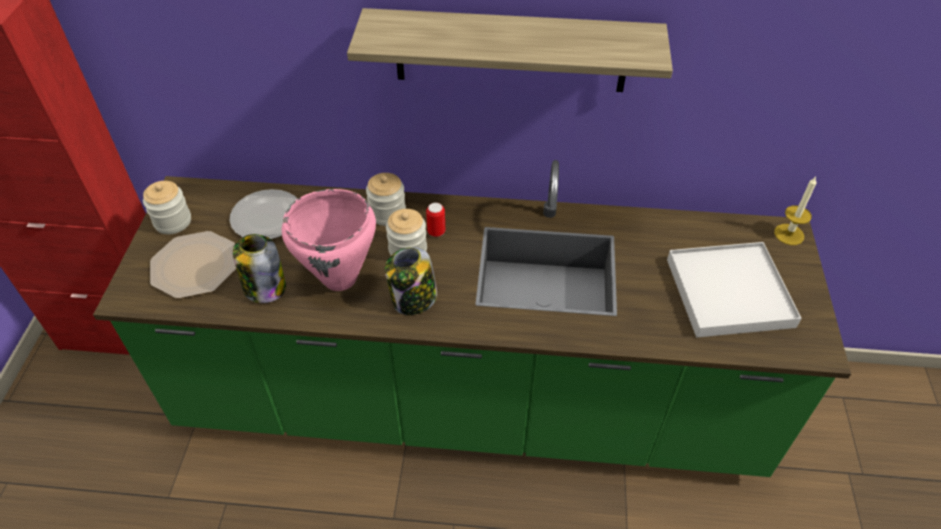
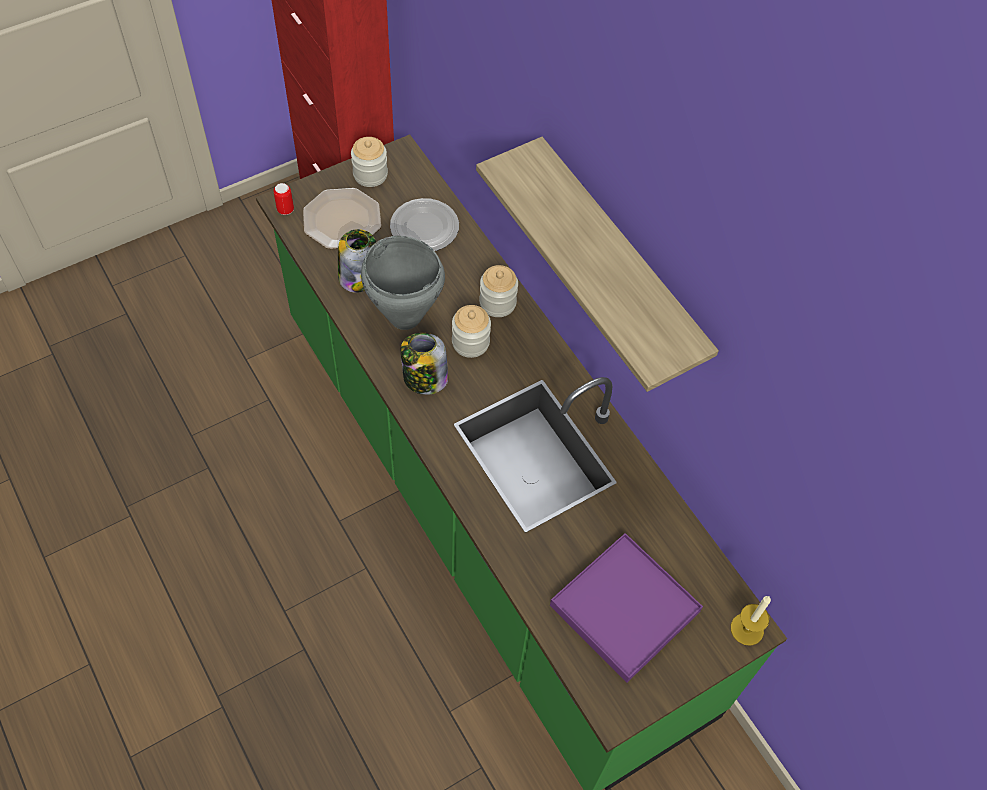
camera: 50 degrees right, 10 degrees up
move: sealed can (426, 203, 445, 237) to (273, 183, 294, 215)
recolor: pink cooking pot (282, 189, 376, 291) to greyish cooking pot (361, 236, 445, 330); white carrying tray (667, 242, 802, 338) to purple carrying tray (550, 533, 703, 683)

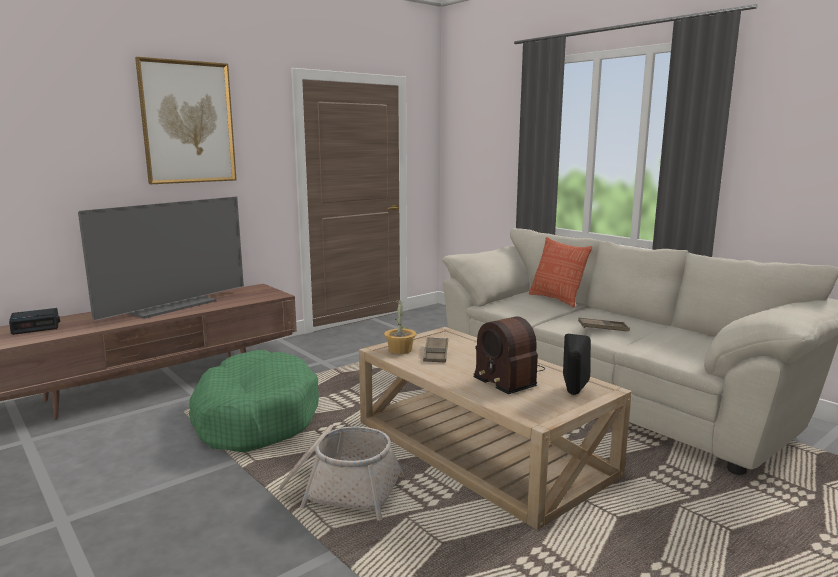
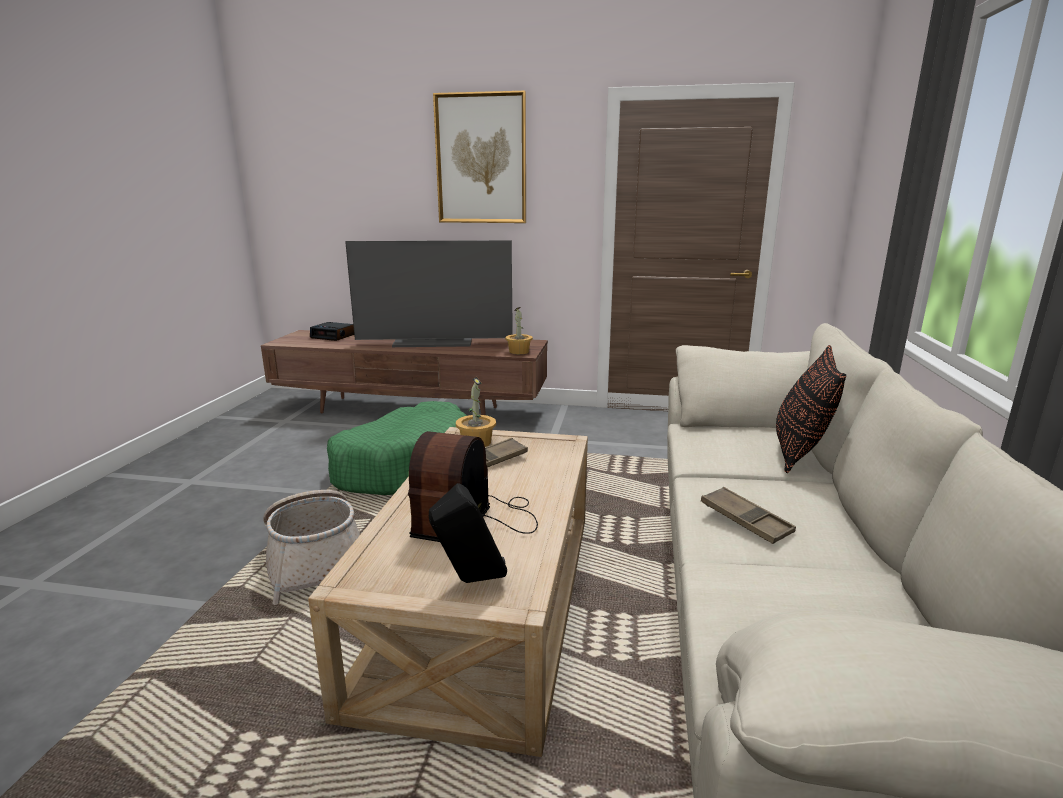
camera: 50 degrees right, 5 degrees up
insert: potted plant (505, 307, 533, 354)
recolor: orangey throw pillow (529, 237, 592, 308) to black throw pillow (776, 345, 846, 473)

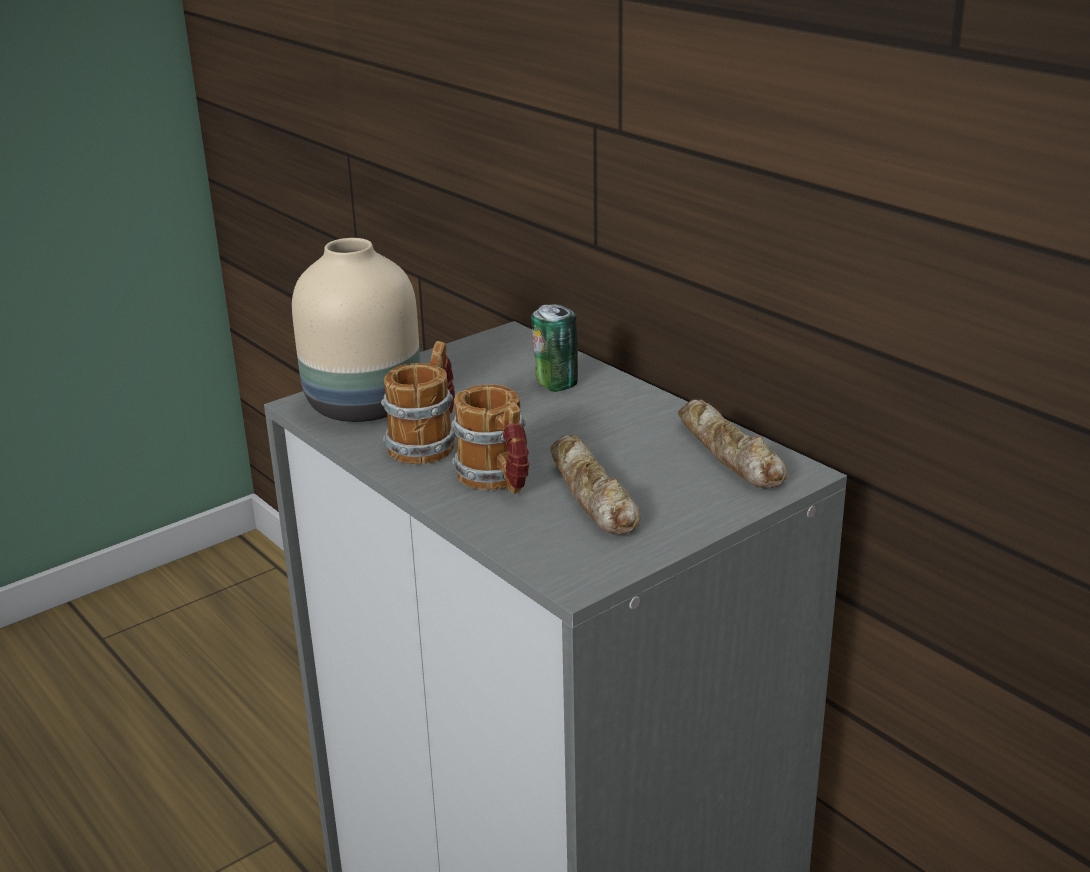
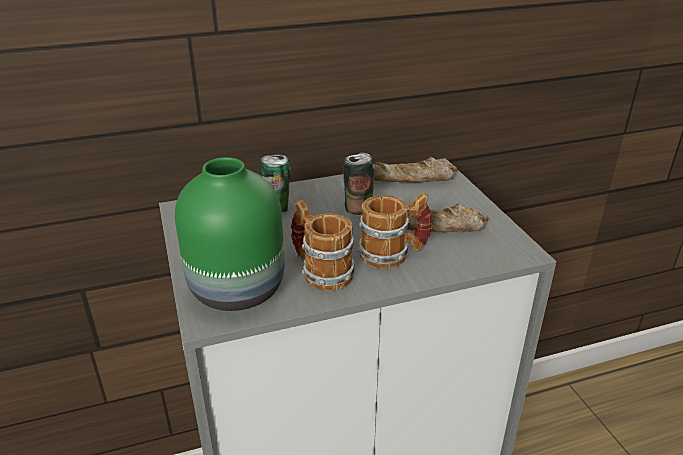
camera: 70 degrees left, 5 degrees up
insert: sealed can (343, 153, 374, 215)
recolor: beige vase (292, 238, 420, 422) to green vase (175, 157, 284, 311)

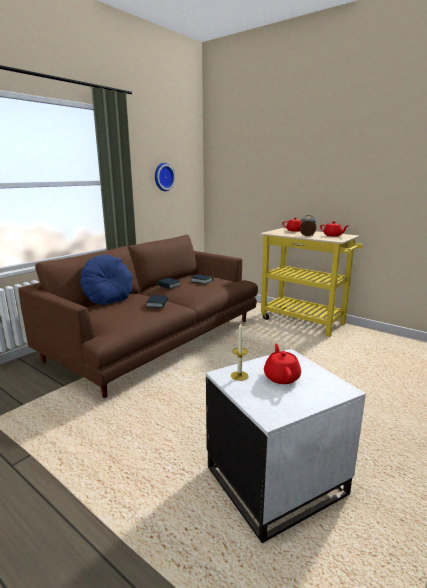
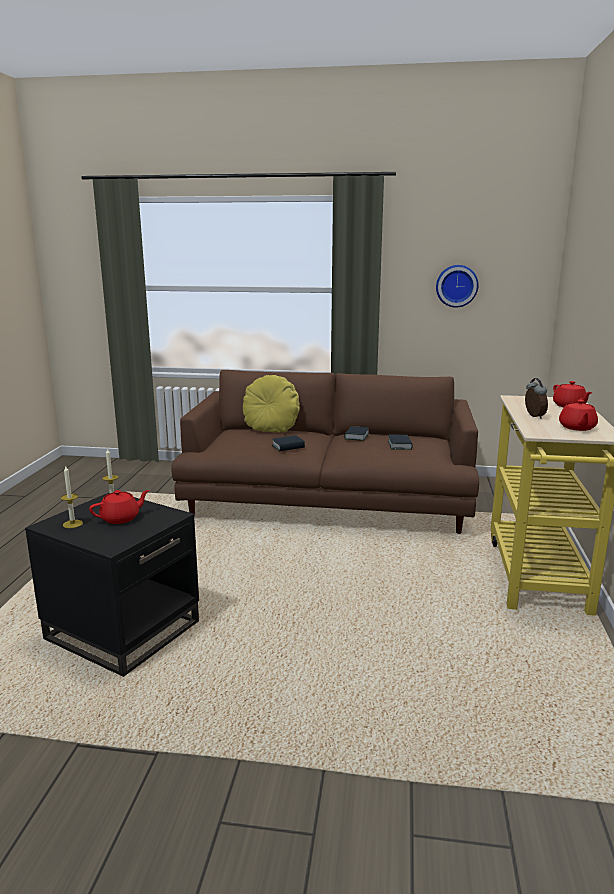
camera: 60 degrees right, 0 degrees up
insert: wax light (61, 465, 83, 528)
recolor: bluish throw pillow (80, 255, 133, 305) to yellow-coloured throw pillow (243, 375, 300, 433); white accent table (206, 349, 366, 543) to black accent table (25, 492, 199, 677)

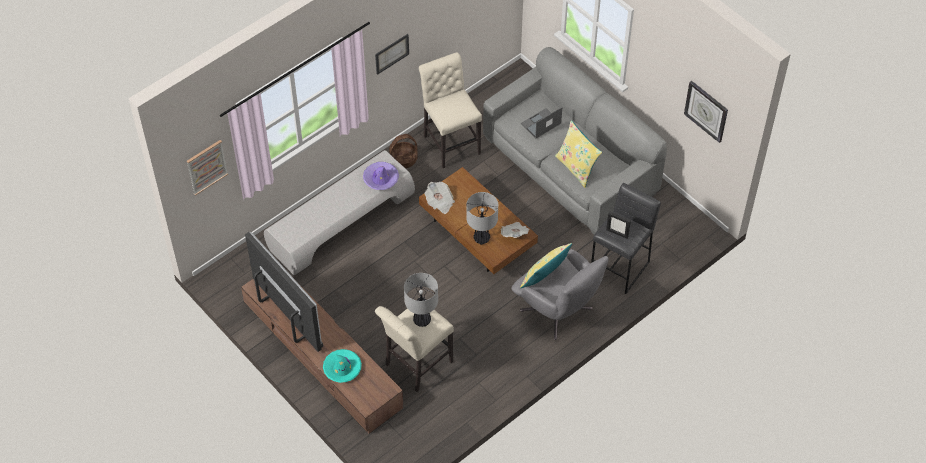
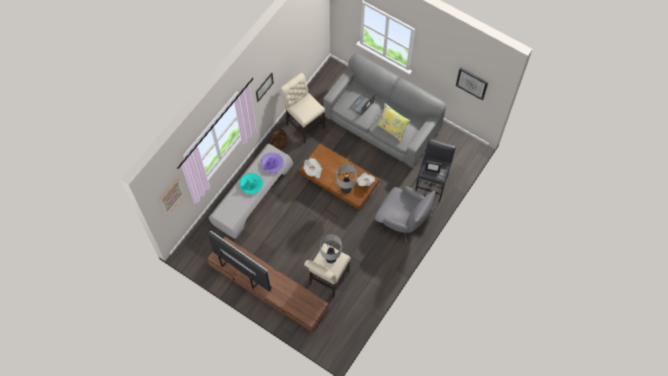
camera: 15 degrees left, 10 degrees up
delete: yellow-coloured throw pillow (520, 243, 572, 288)
move: turquoise clothing hat (323, 349, 362, 383) to (240, 173, 263, 194)

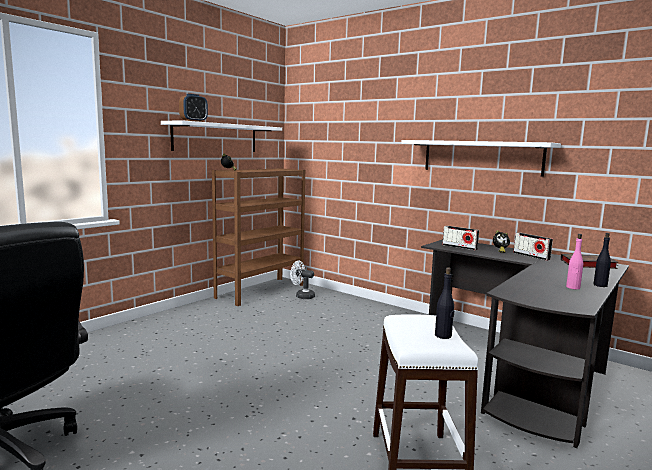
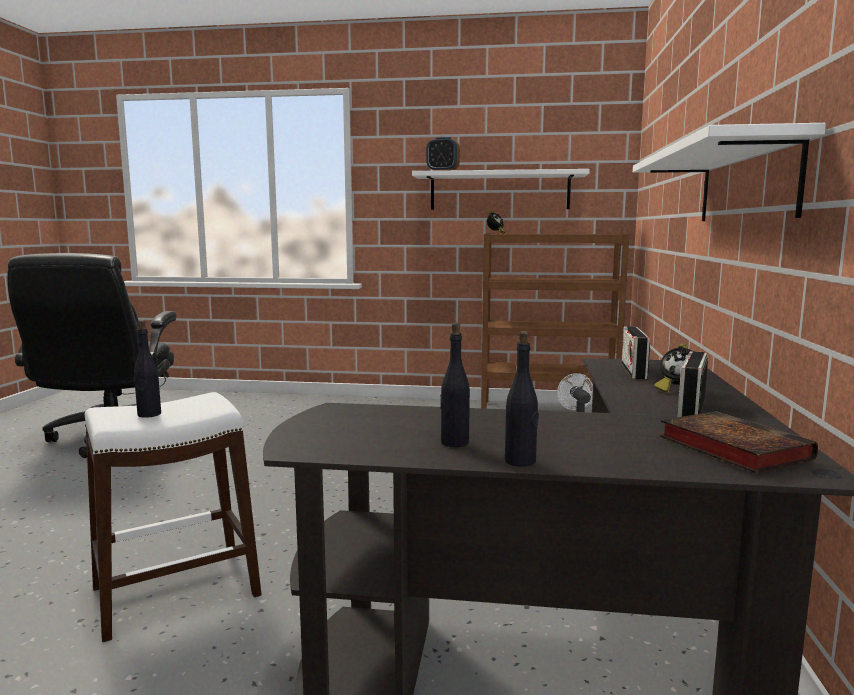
camera: 60 degrees right, 0 degrees up
recolor: pink beverage bottle (566, 234, 583, 289) to black beverage bottle (440, 323, 470, 447)

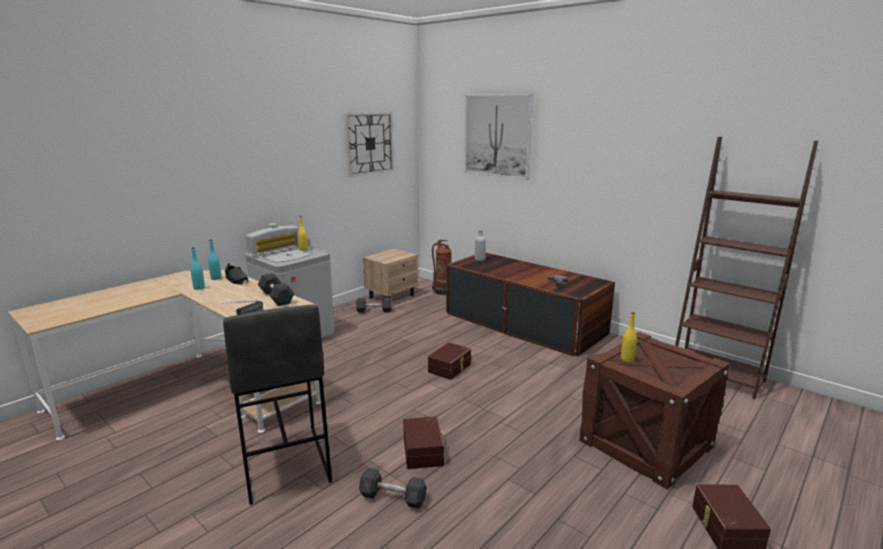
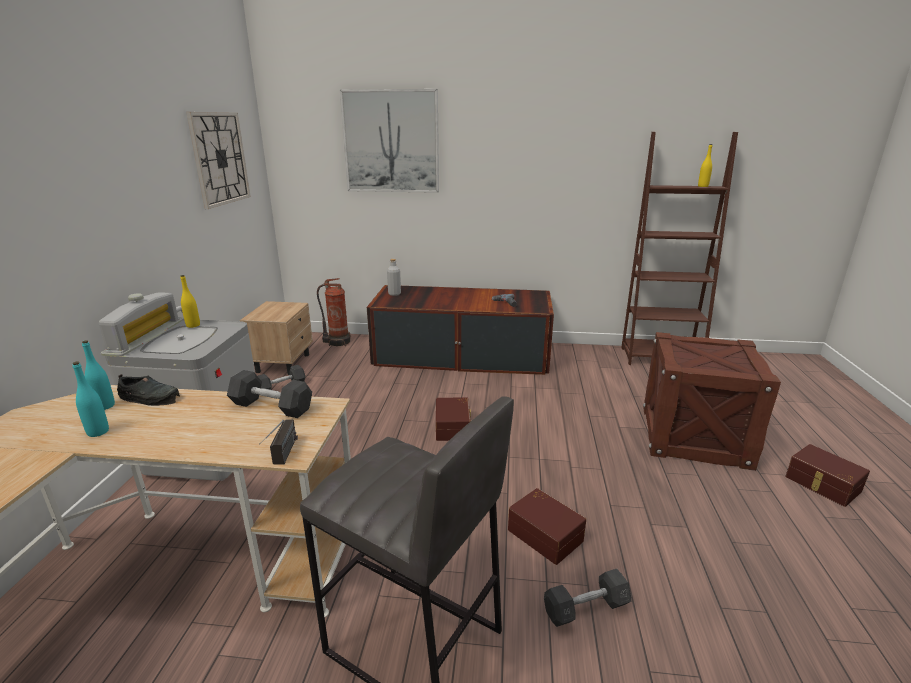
camera: 35 degrees left, 5 degrees up
move: yellow-coloured beverage bottle (621, 312, 637, 362) to (698, 144, 712, 187)

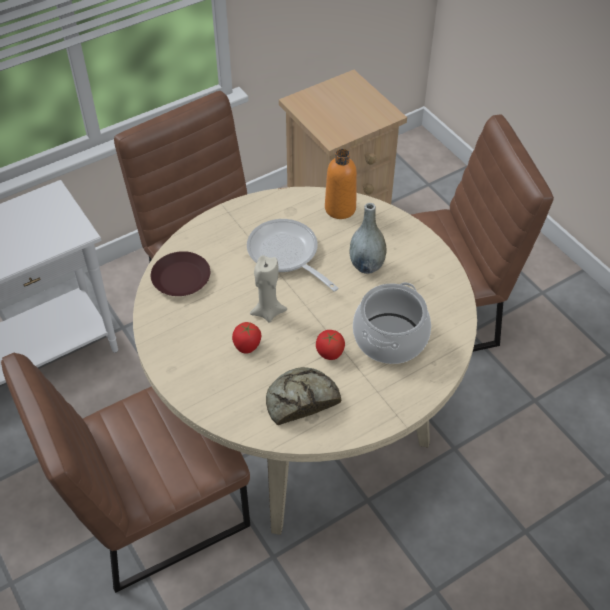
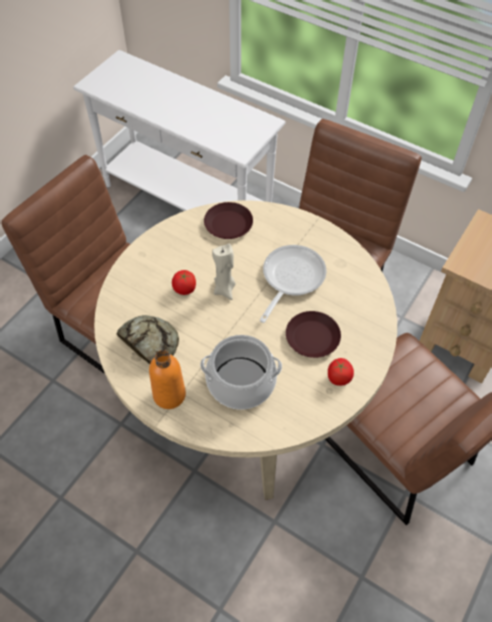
camera: 65 degrees right, 5 degrees up
move: whole tomato (316, 330, 345, 360) to (328, 358, 354, 386); orangey beverage bottle (325, 149, 357, 219) to (149, 350, 186, 409)
replace: greyish vase (350, 203, 387, 274) to brown plate (286, 311, 341, 358)

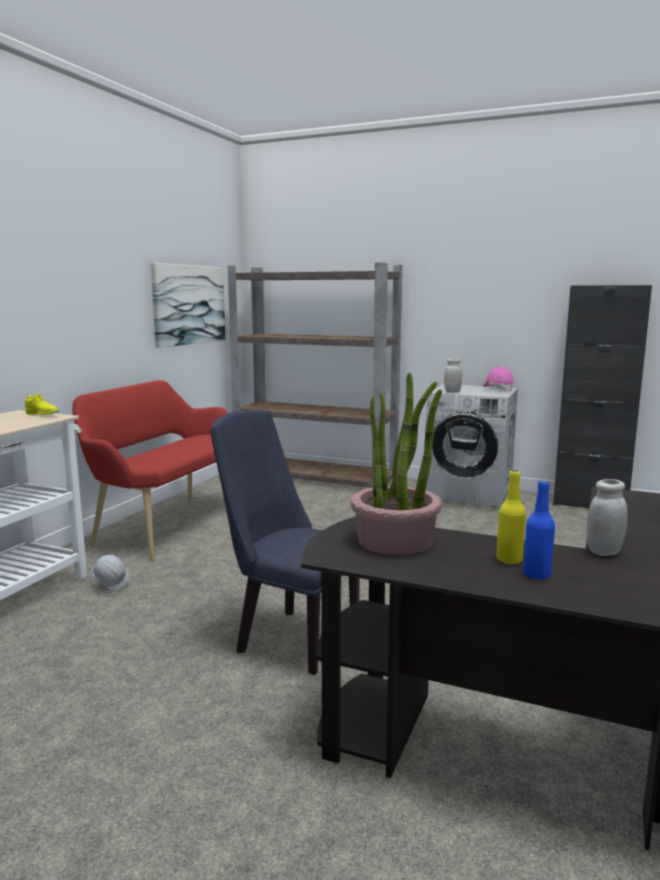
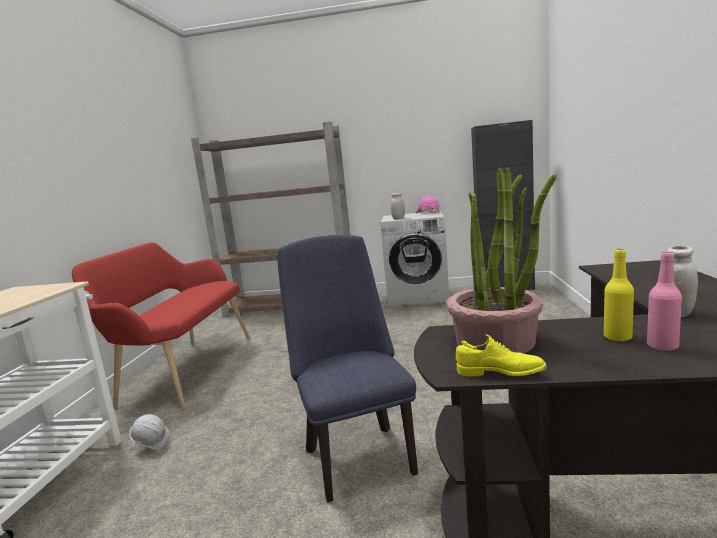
camera: 15 degrees left, 0 degrees up
delete: picture (151, 263, 225, 348)
move: yellow-coloured shoe (25, 392, 59, 415) to (456, 334, 547, 377)
recolor: bluish beverage bottle (523, 481, 555, 580) to pink beverage bottle (647, 252, 682, 351)
rotate: bluish upright chair (211, 410, 360, 675) = (277, 235, 418, 502) 60 degrees clockwise

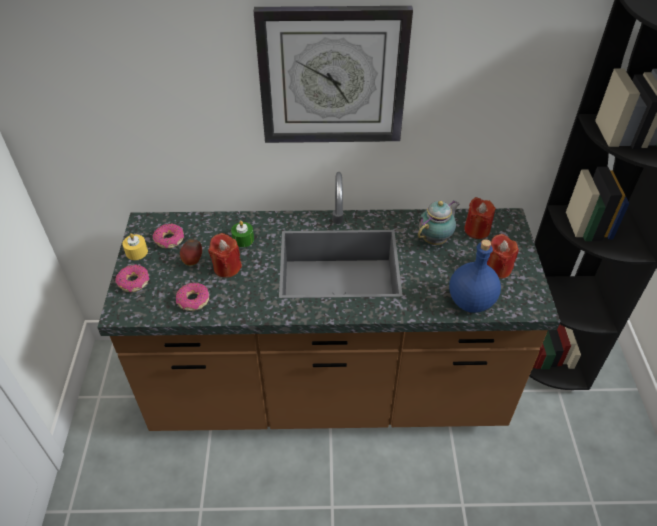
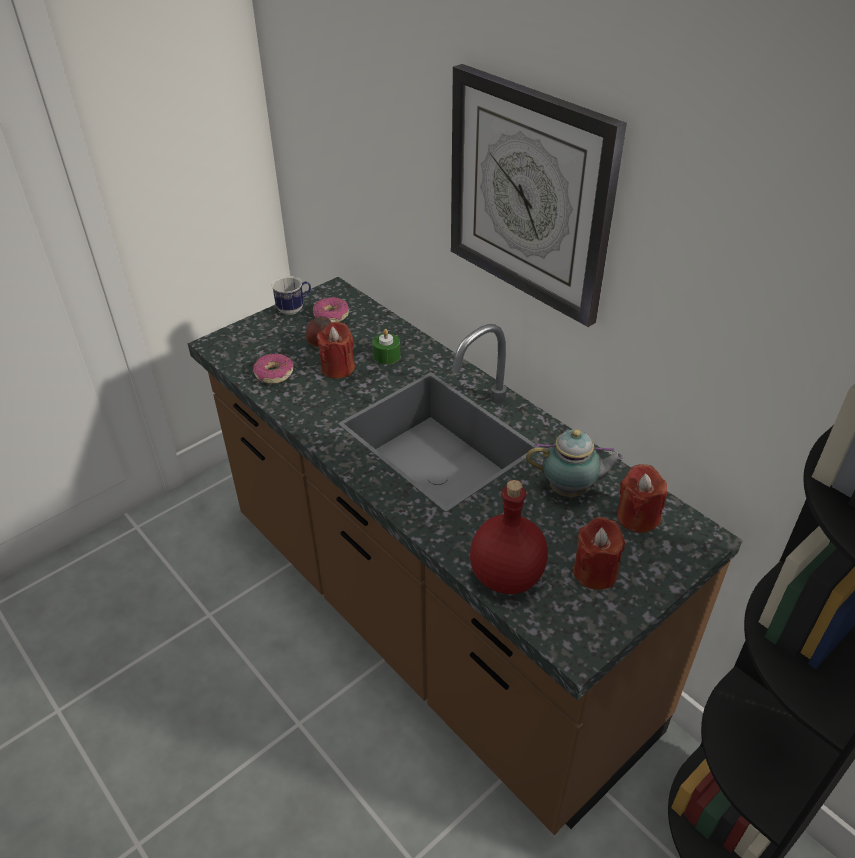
camera: 50 degrees right, 5 degrees down
delete: donut (116, 264, 149, 292)
replace: yellow-coloured wax light (123, 233, 148, 260) to mug (271, 276, 311, 315)
recolor: bluish beverage bottle (449, 239, 501, 313) to reddish beverage bottle (470, 480, 548, 594)

